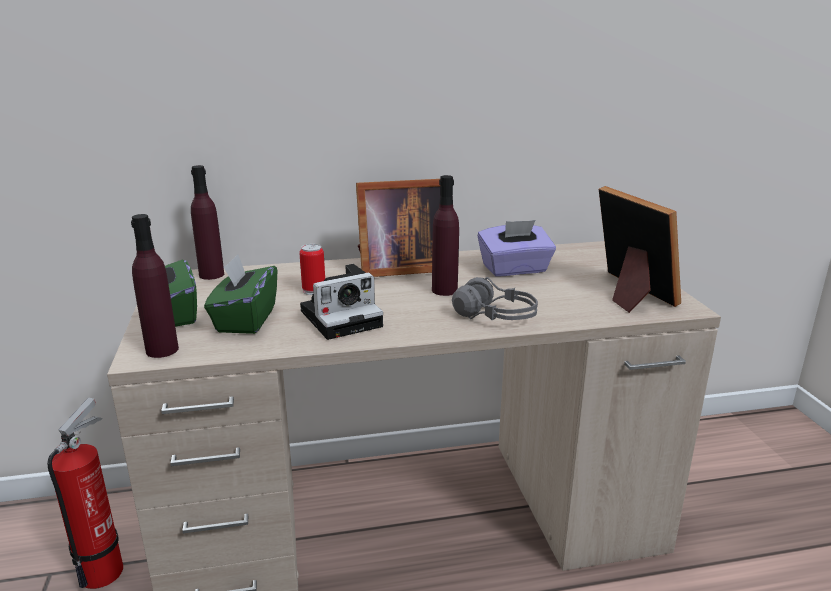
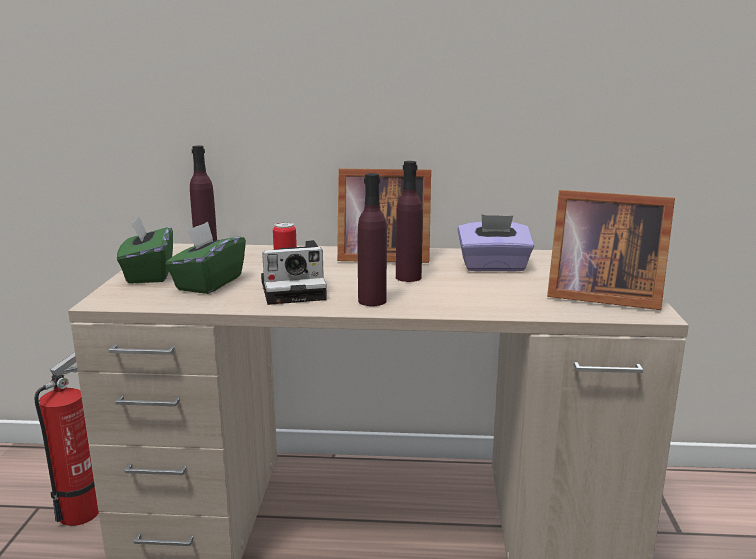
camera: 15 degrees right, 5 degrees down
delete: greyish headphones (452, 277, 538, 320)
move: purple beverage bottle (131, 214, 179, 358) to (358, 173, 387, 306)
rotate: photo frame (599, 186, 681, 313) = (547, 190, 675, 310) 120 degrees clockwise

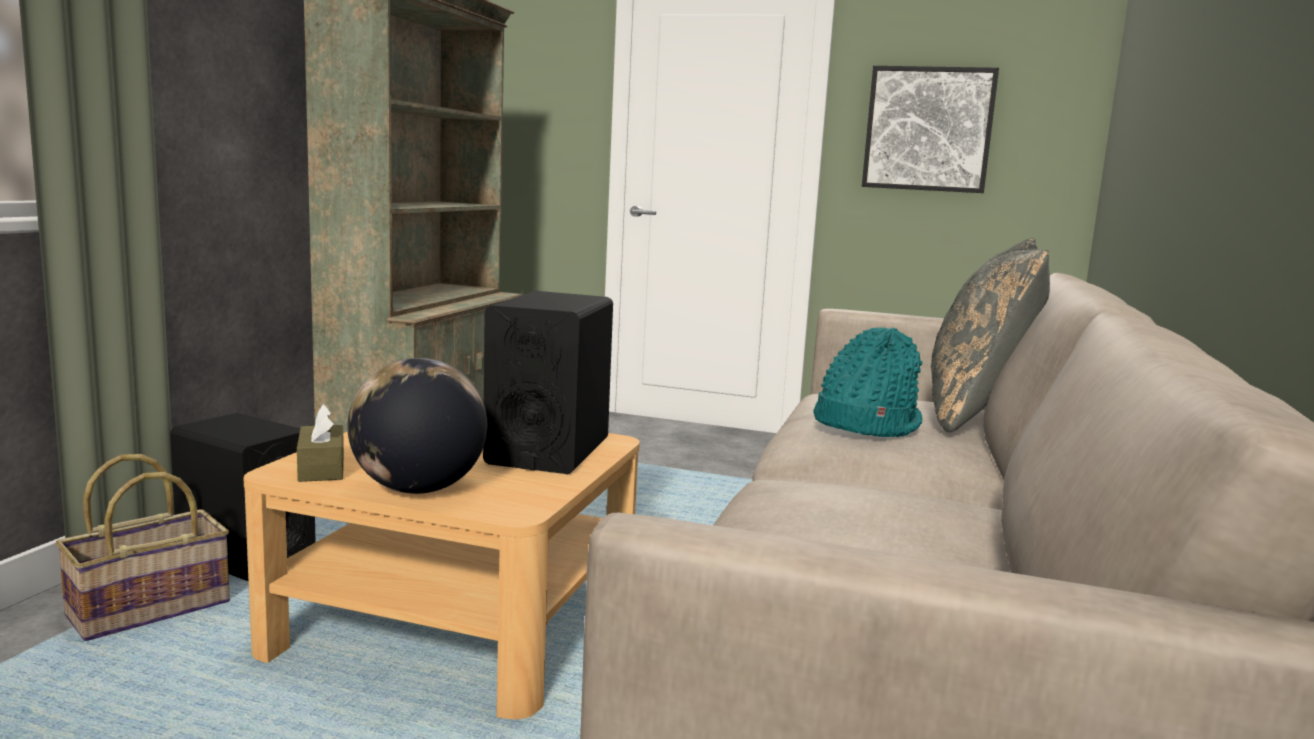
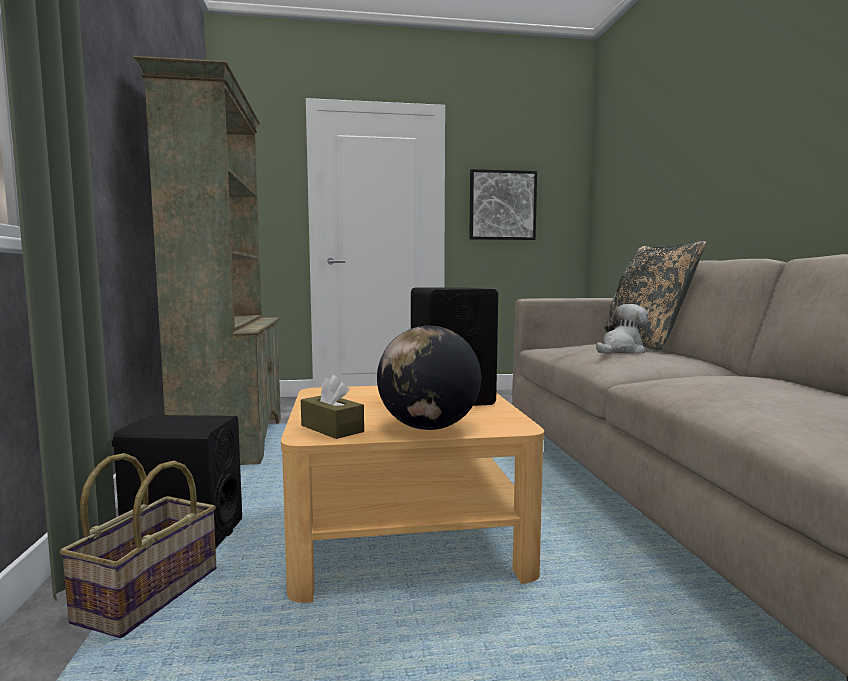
camera: 25 degrees left, 5 degrees down
replace: turquoise clothing hat (813, 327, 922, 437) to plush toy (596, 304, 648, 353)

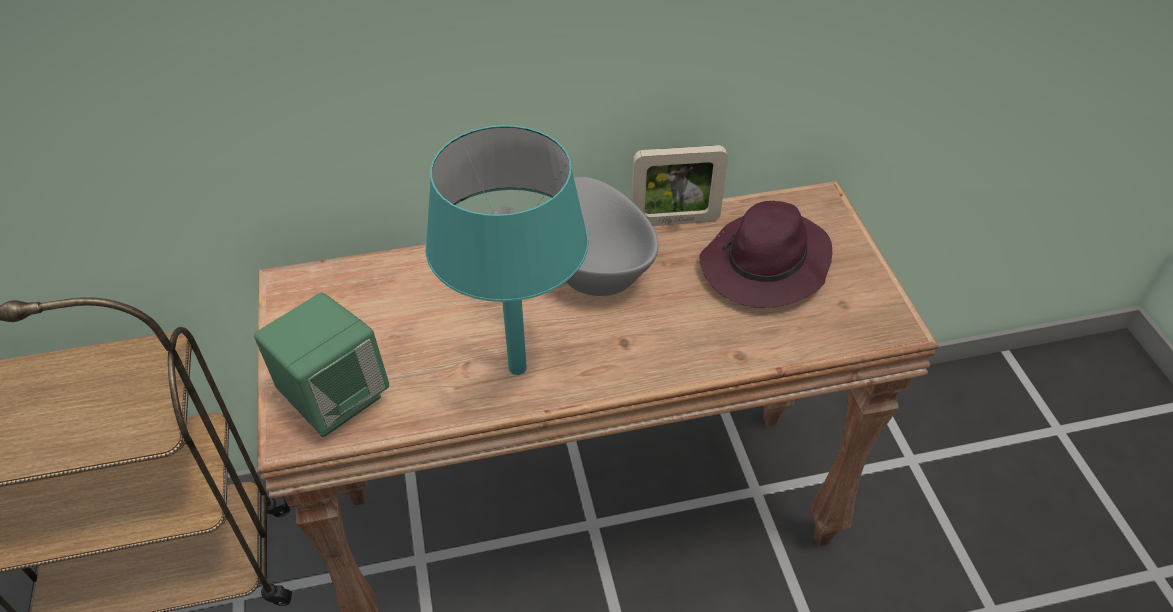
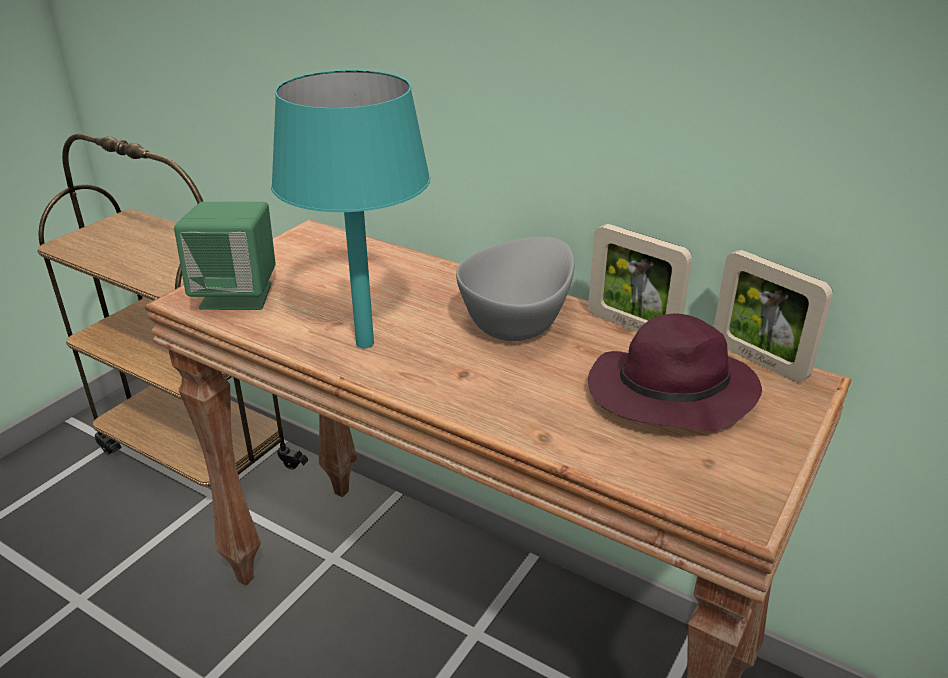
camera: 45 degrees right, 15 degrees down
insert: photo frame (714, 250, 833, 382)

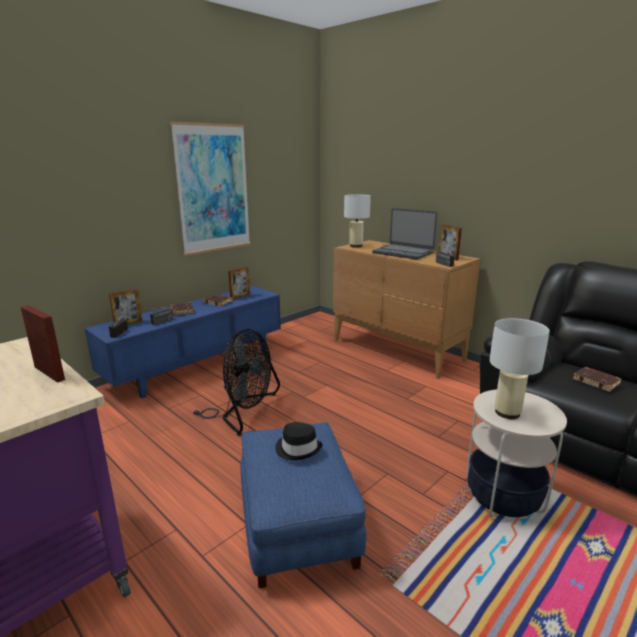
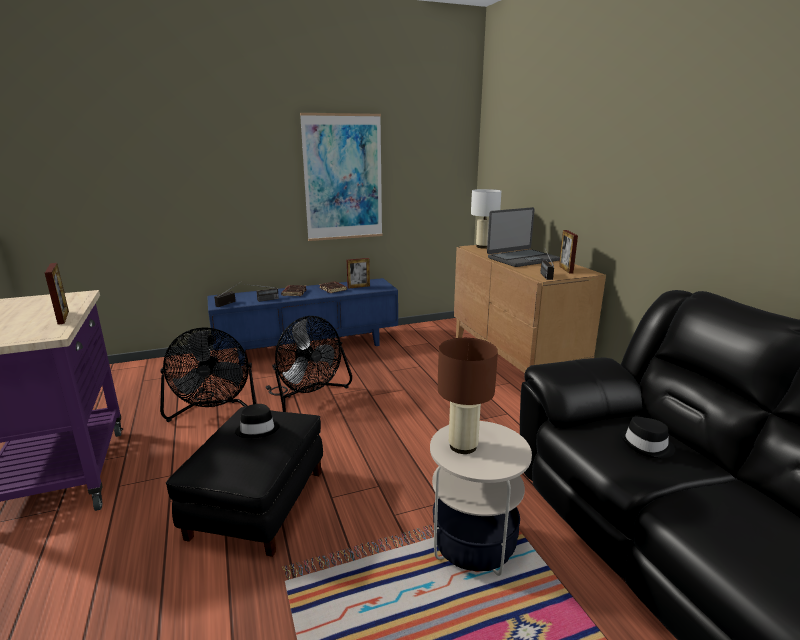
camera: 25 degrees right, 0 degrees up
delete: photo frame (109, 289, 143, 325)
insert: black cooling fan (160, 328, 256, 422)
replace: brown book (572, 367, 622, 392) to black clothing hat (620, 417, 675, 458)
recolor: bluish pouffe (241, 422, 366, 588) to black pouffe (166, 407, 323, 557); white table lamp (490, 318, 550, 419) to brown table lamp (438, 338, 498, 454)
rotate: laptop (372, 208, 438, 260) = (487, 207, 560, 267) 90 degrees counterclockwise

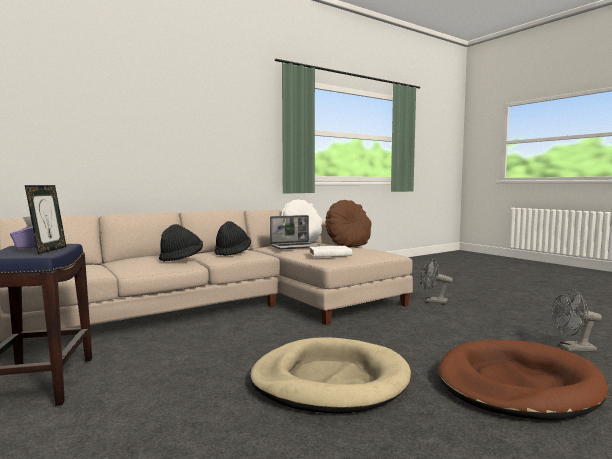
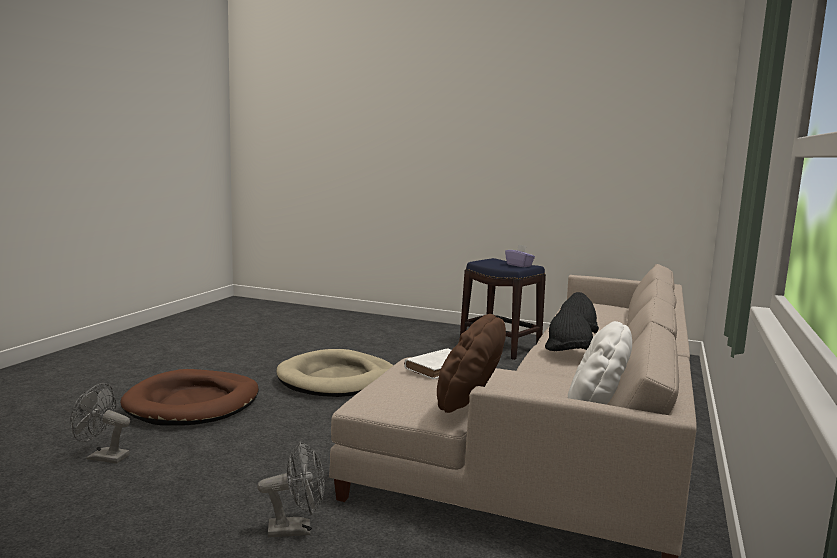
camera: 145 degrees right, 5 degrees up
delete: photo frame (25, 185, 66, 254); laptop (270, 215, 320, 250)
rotate: greyish cooling fan (552, 289, 602, 351) = (70, 383, 130, 464) 135 degrees counterclockwise

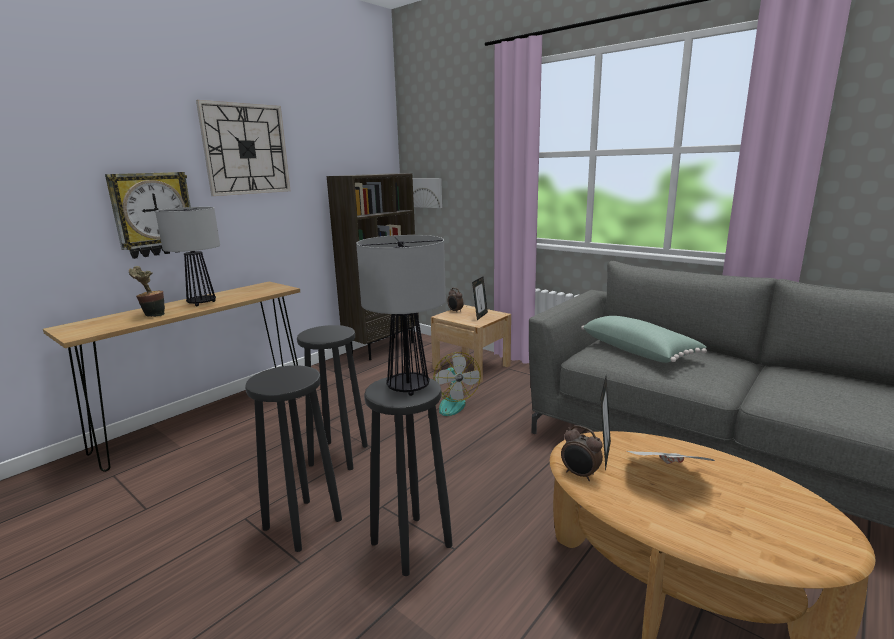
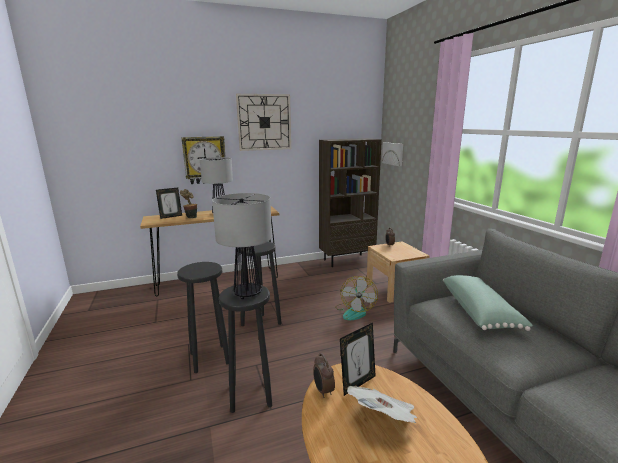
camera: 30 degrees right, 0 degrees up
move: photo frame (472, 277, 488, 320) to (156, 188, 182, 219)

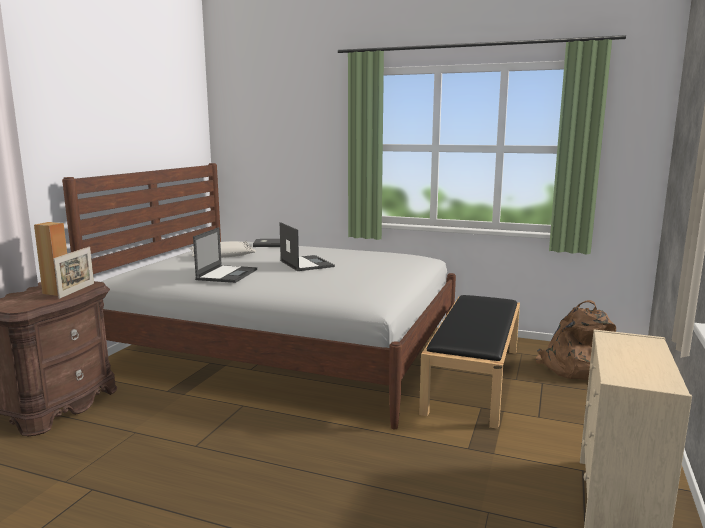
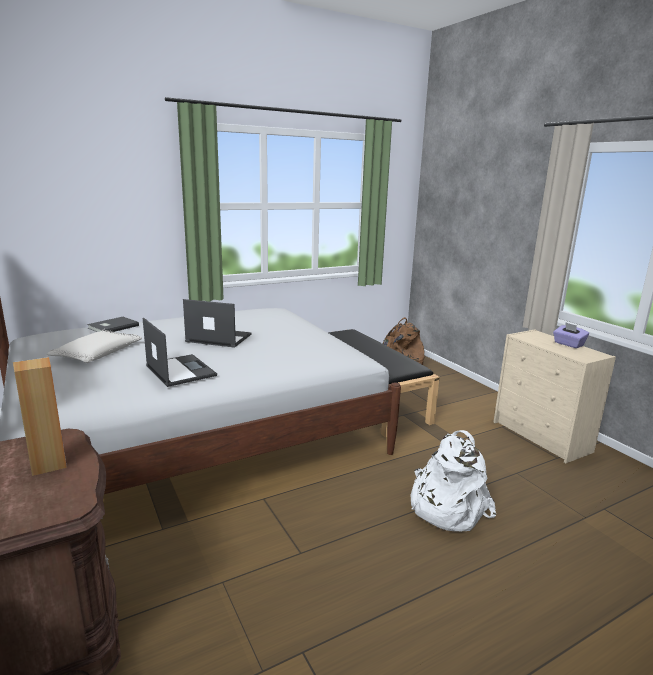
camera: 50 degrees left, 5 degrees up
delete: photo frame (54, 247, 94, 299)
insert: white knapsack (411, 430, 496, 532); purple tissue holder (553, 322, 589, 348)

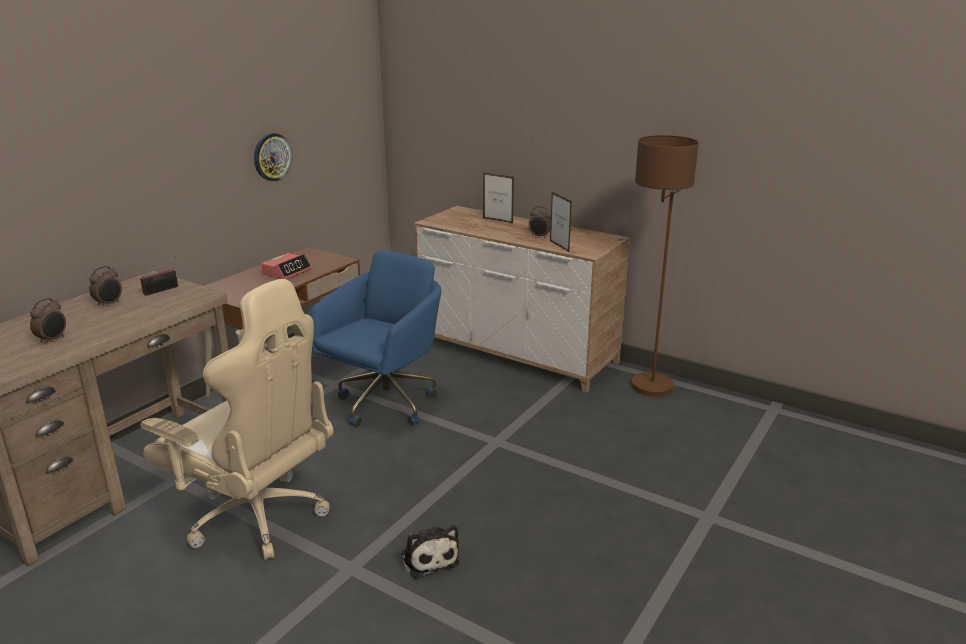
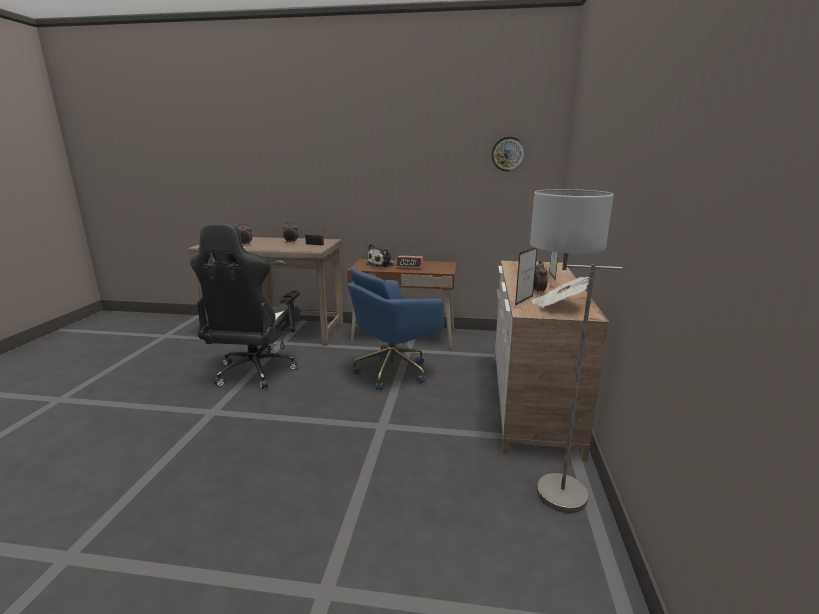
camera: 65 degrees right, 5 degrees down
insert: daily paper (531, 277, 589, 308)
move: wall clock (254, 133, 292, 181) to (491, 137, 525, 172); plush toy (401, 525, 460, 579) to (366, 244, 395, 268)
recolor: beige computer chair (141, 279, 334, 560) to black computer chair (190, 223, 301, 389); brown floor lamp (632, 135, 698, 397) to greyish floor lamp (530, 189, 622, 513)
rotate: bluish computer chair (310, 251, 442, 427) = (347, 268, 444, 391) 135 degrees clockwise

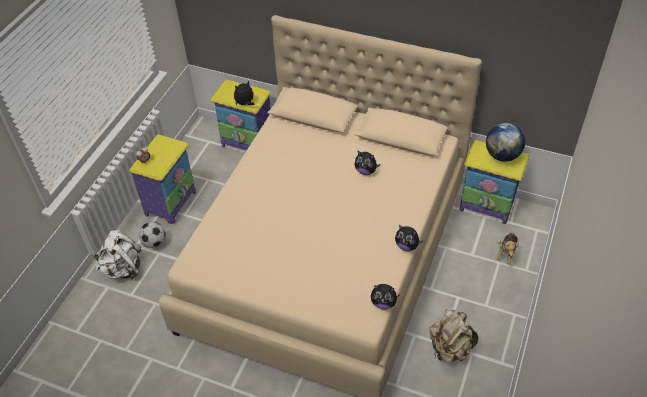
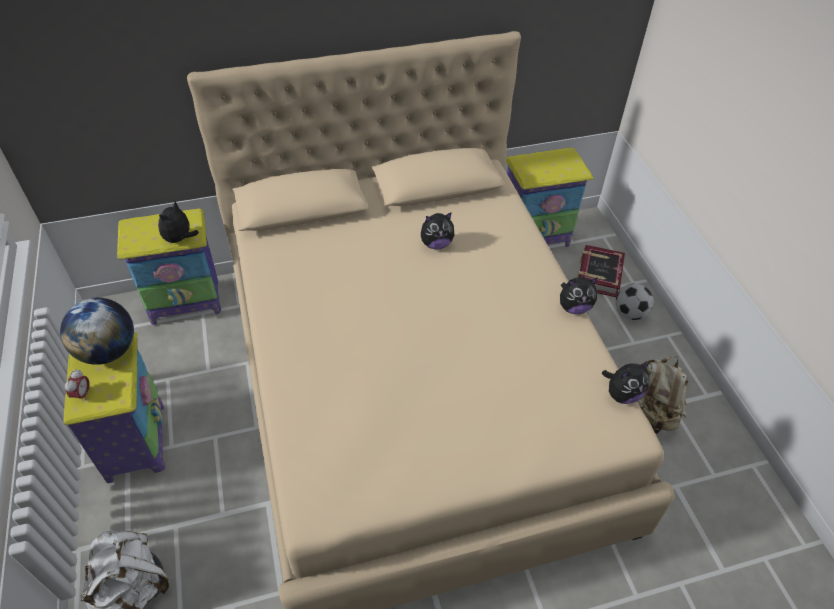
camera: 40 degrees left, 0 degrees up
move: football ball (139, 222, 166, 248) to (616, 283, 654, 320); desk globe (486, 123, 525, 162) to (60, 298, 134, 365)
replace: plush toy (495, 232, 519, 264) to book (577, 245, 625, 297)

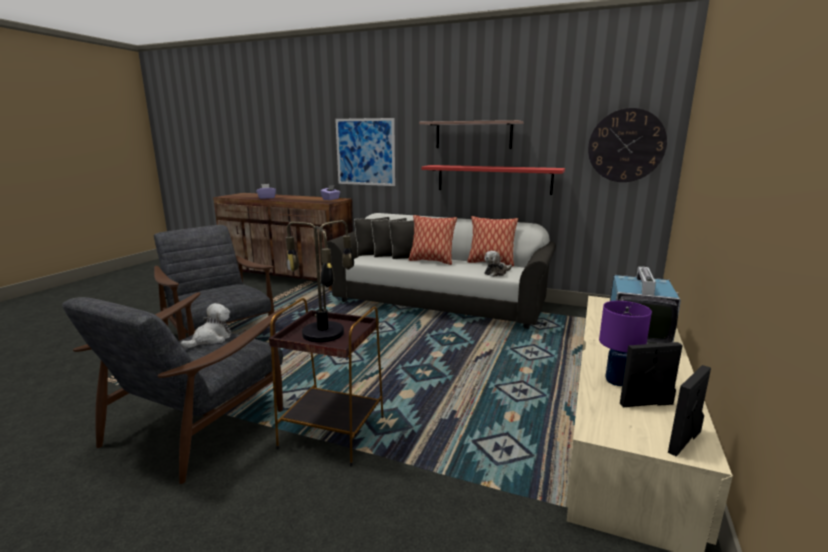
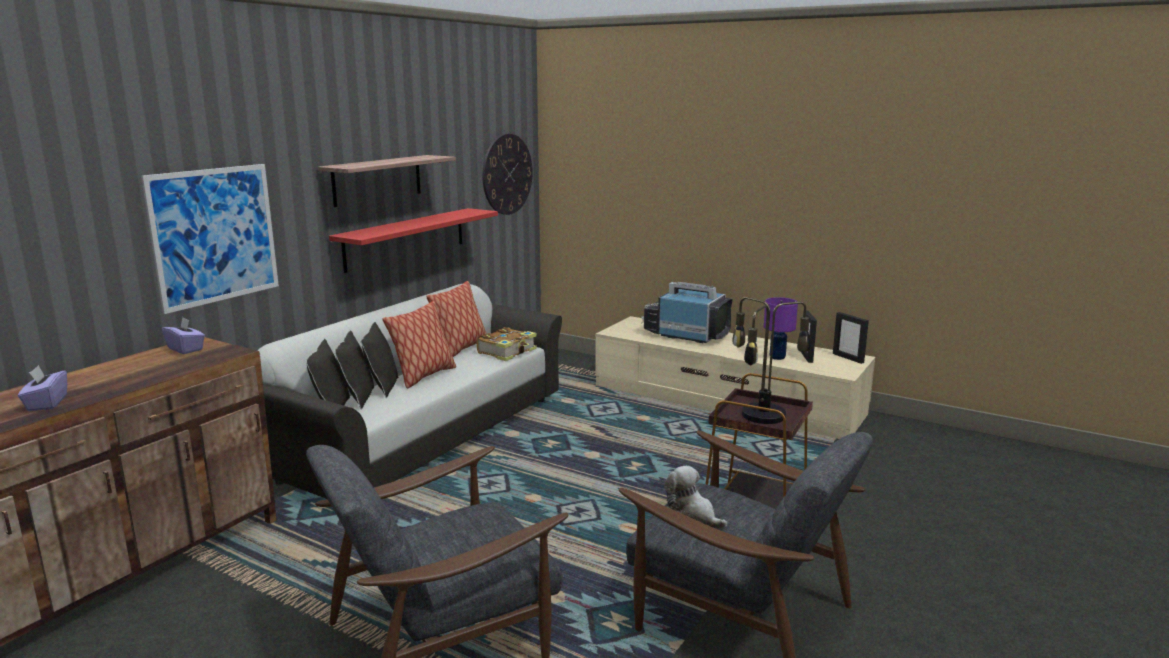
camera: 80 degrees left, 0 degrees up
replace: plush toy (484, 251, 512, 277) to book (477, 327, 537, 361)

